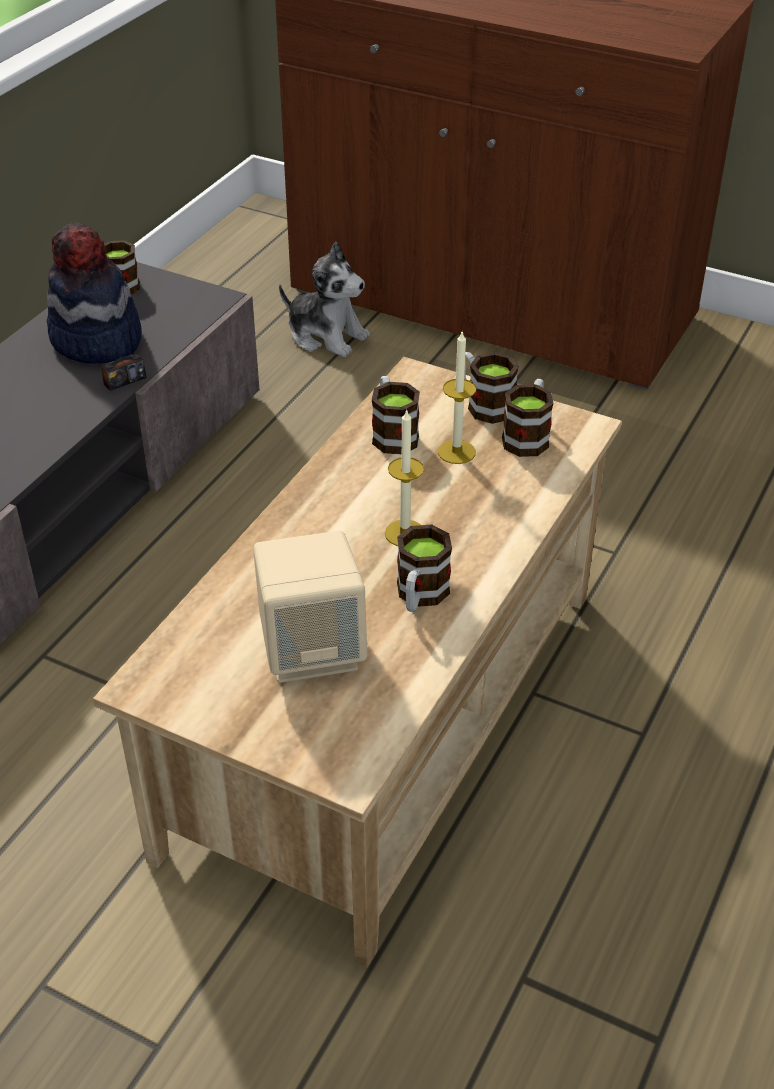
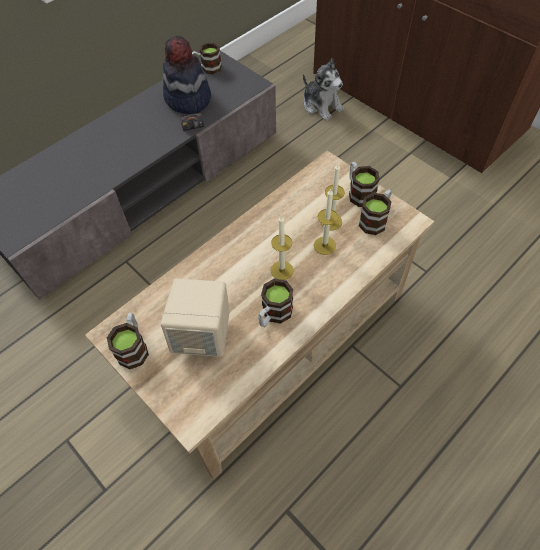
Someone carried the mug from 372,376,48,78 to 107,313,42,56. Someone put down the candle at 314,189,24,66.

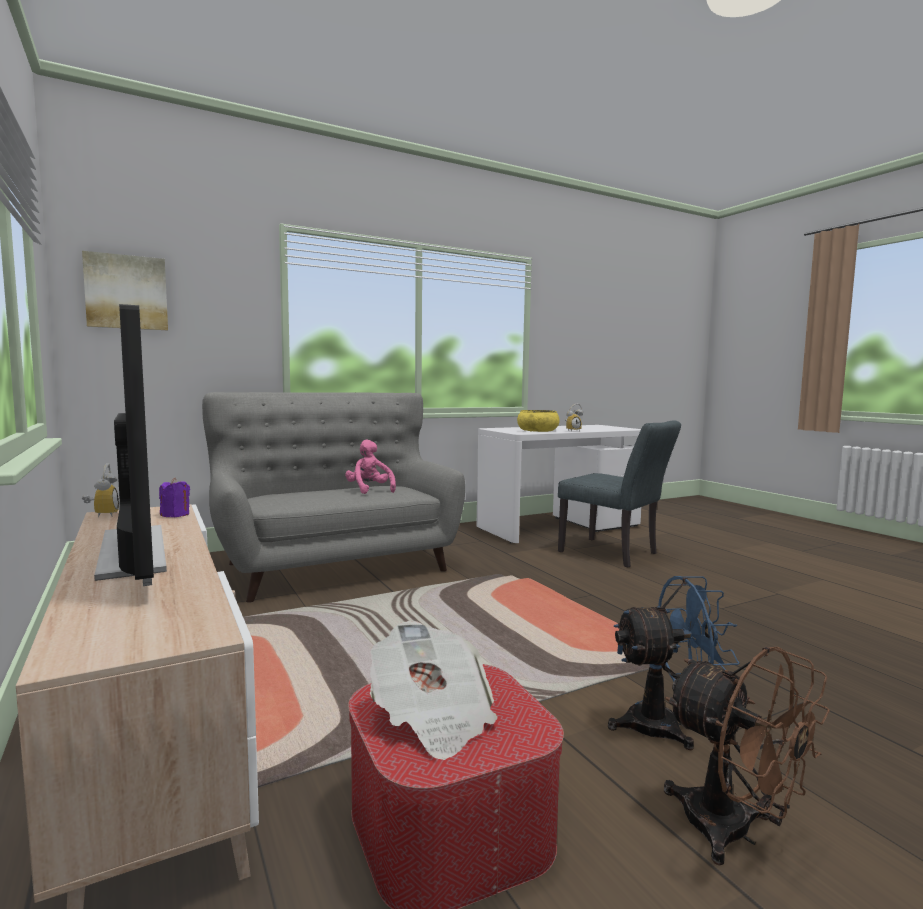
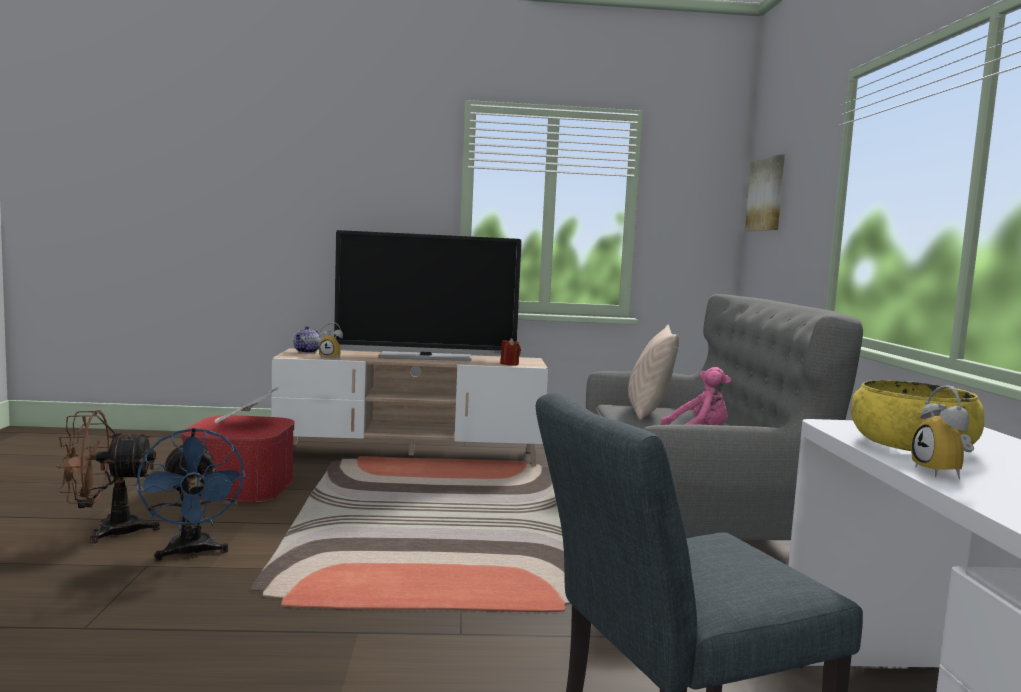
Someone carried the alarm clock from 82,464,37,53 to 319,322,24,37. Someone repainted the candle (purple) at 159,477,31,40, which became the candle (red) at 500,338,21,28. Someone rotated the fan (blue) at 608,576,131,174 by 45 degrees counterclockwise. Someone put down the teapot at 294,326,27,27. Someone put down the pillow (beige) at 628,325,51,95.

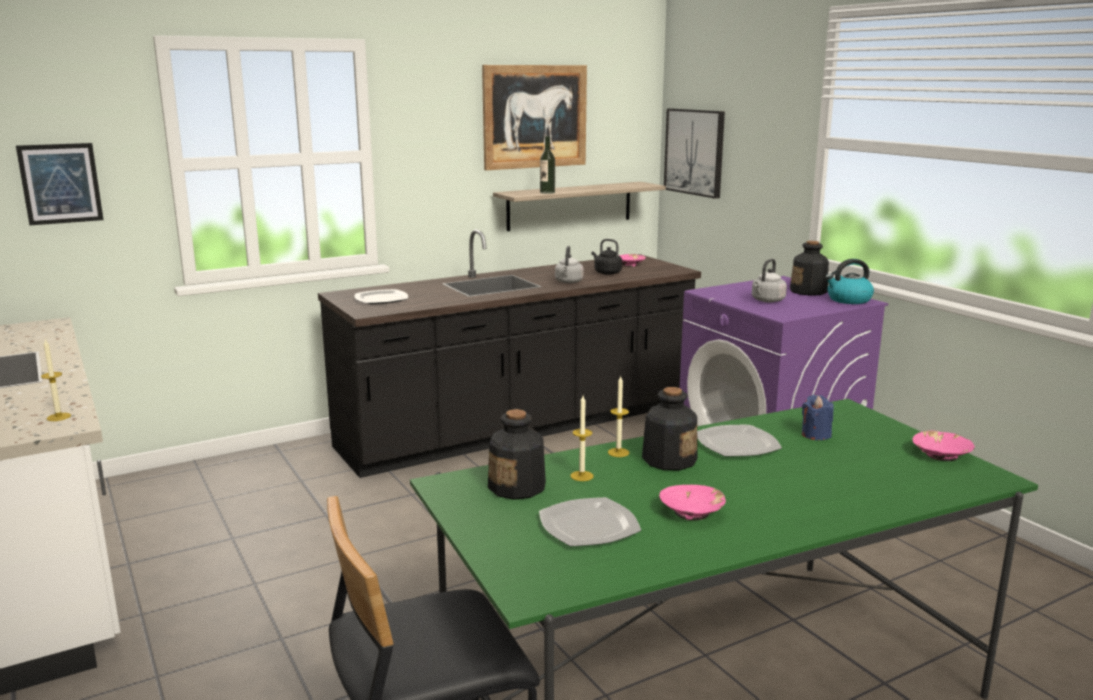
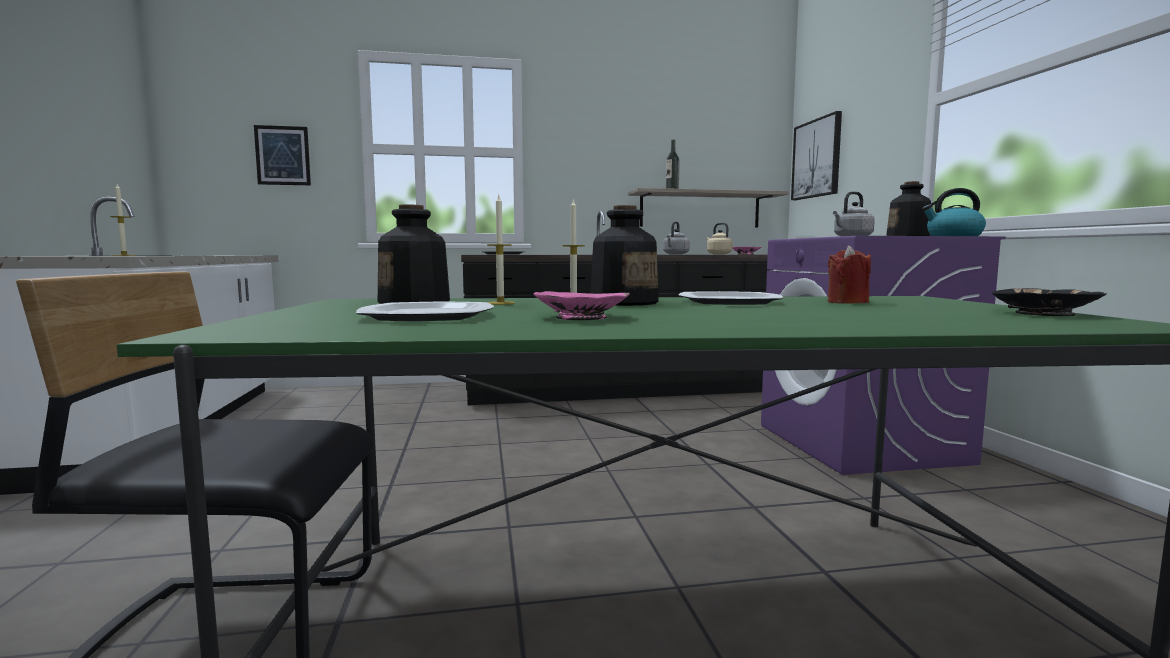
Someone took away the picture at 482,65,105,105. Someone repainted the kettle (black) at 592,239,30,36, which became the kettle (beige) at 707,223,26,31. Someone repainted the candle (blue) at 802,394,32,46, which became the candle (red) at 828,245,43,59. Someone repainted the bowl (pink) at 912,430,63,31, which became the bowl (black) at 992,288,115,28.

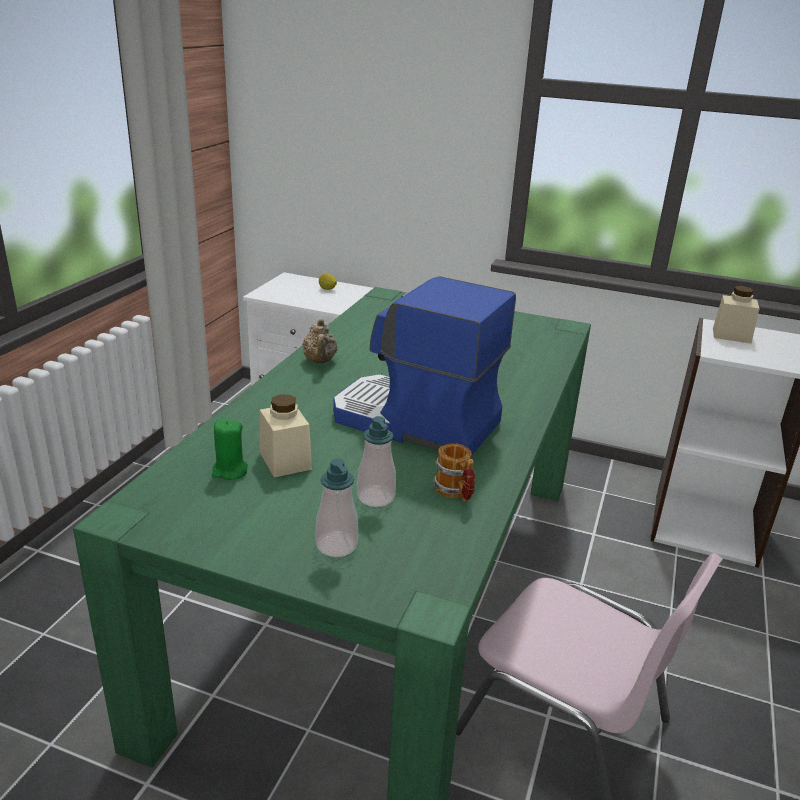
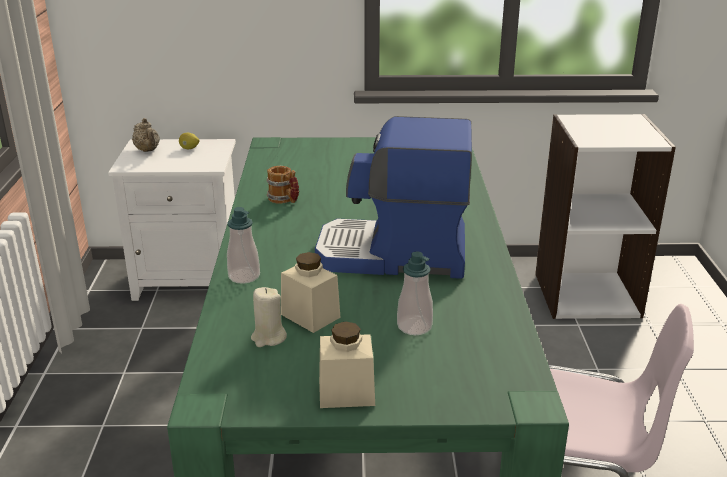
Someone repainted the candle (green) at 212,418,36,62, which became the candle (beige) at 251,287,36,60. Someone carried the teapot (beige) from 302,319,36,44 to 132,118,28,34. Someone carried the soap dispenser from 315,458,43,99 to 227,207,33,77. Someone carried the mug from 433,443,42,59 to 267,166,32,37. Someone carried the jar (beige) from 713,286,47,58 to 319,321,56,87.

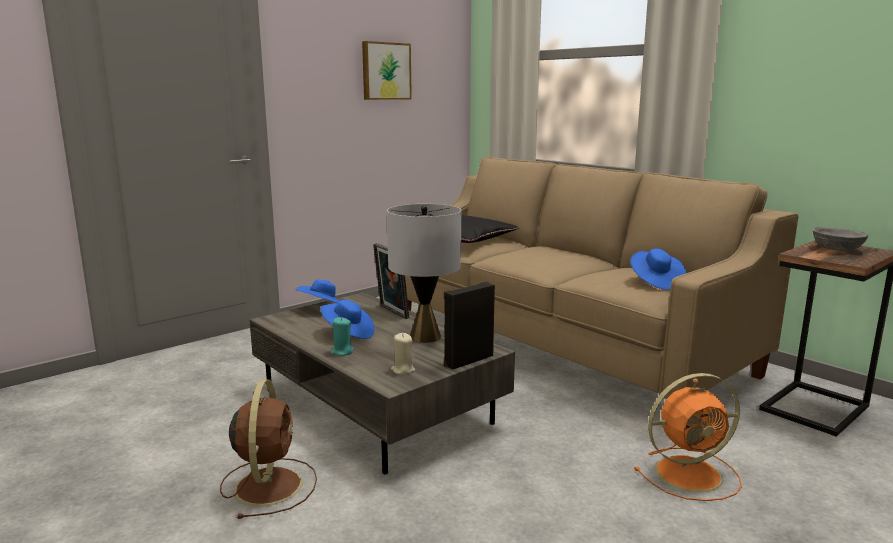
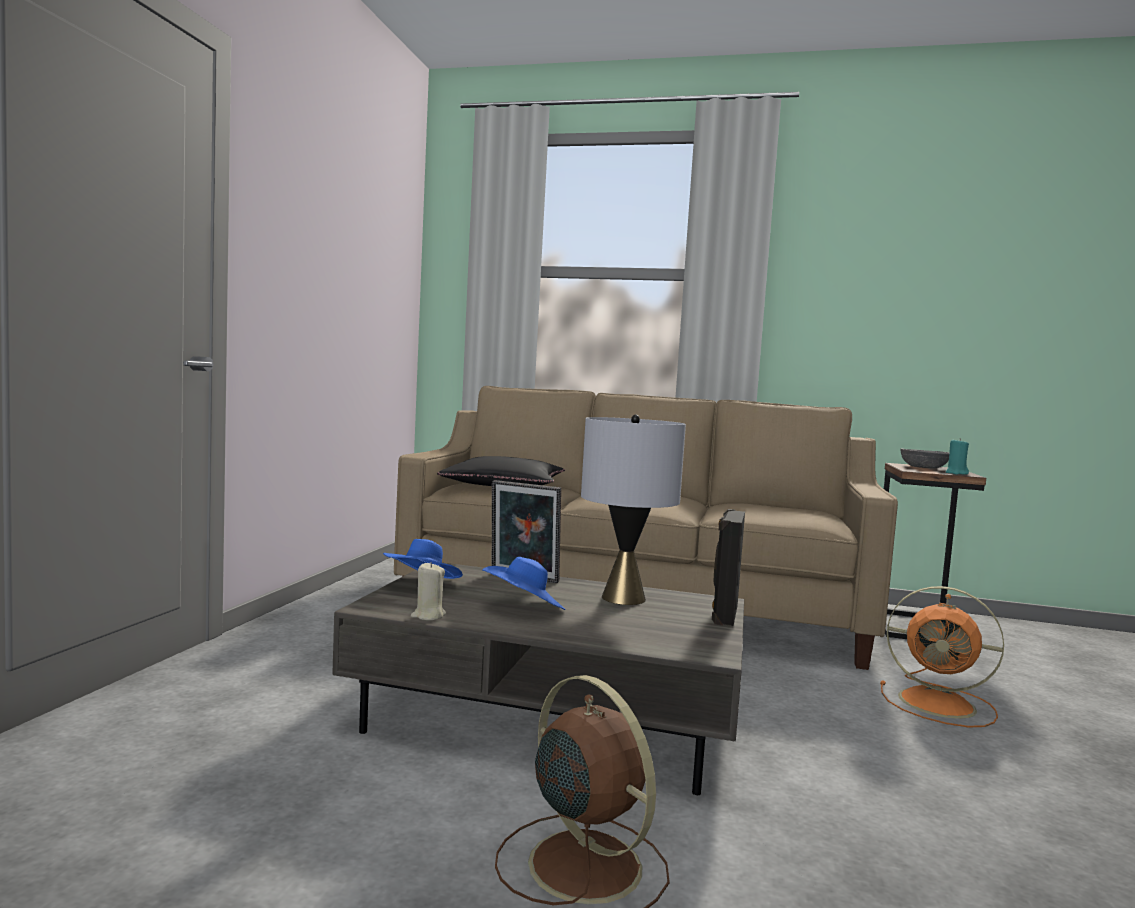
Someone carried the candle (turquoise) from 331,317,23,39 to 946,438,23,37. Someone took away the picture at 362,41,50,59. Someone carried the candle (beige) from 391,333,24,42 to 411,562,35,58. Someone took away the hat (blue) at 630,248,56,42. Someone rotated the fan (orange) at 634,373,108,128 by 75 degrees clockwise.

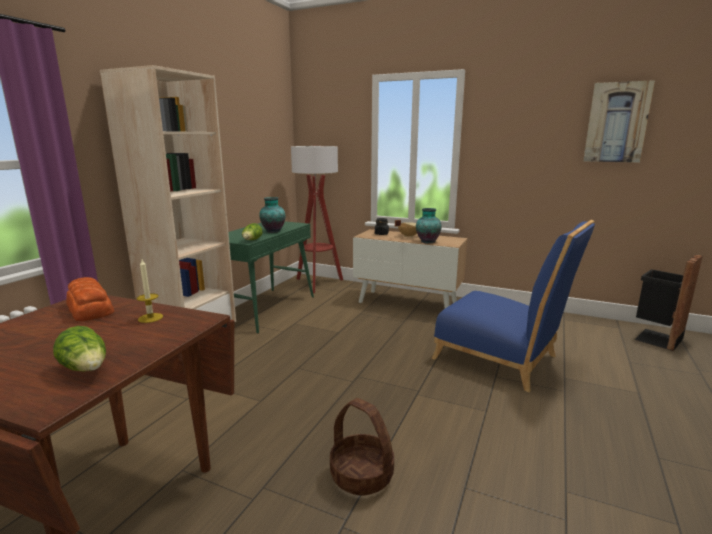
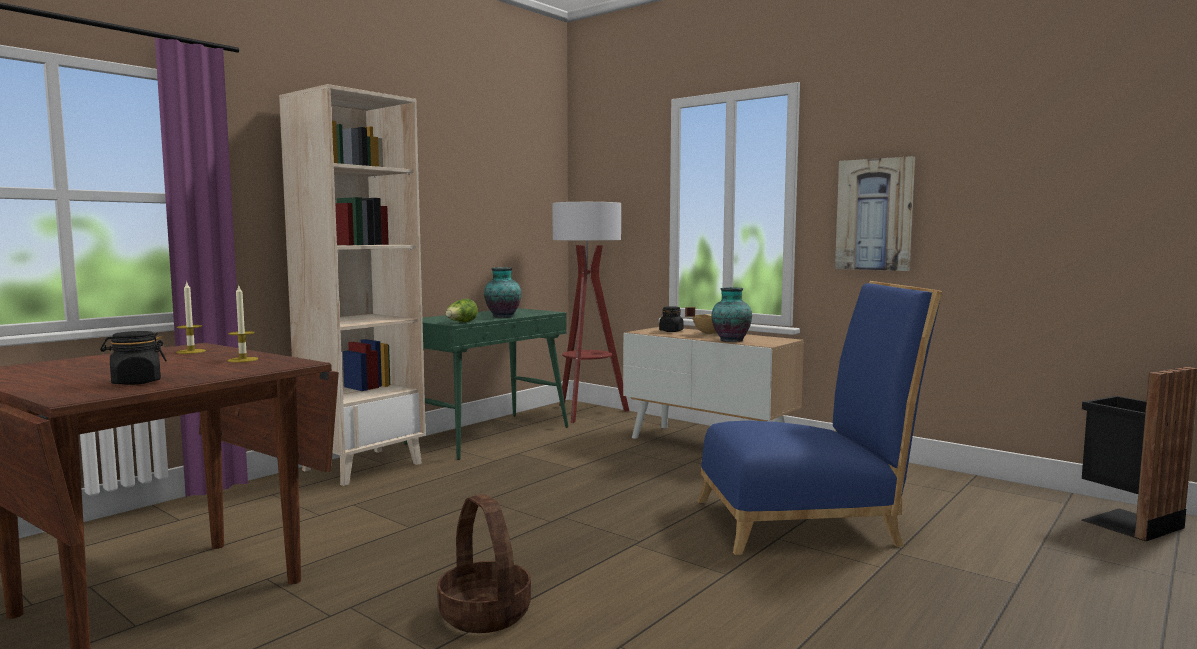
Someone swapped the lettuce at 53,326,53,45 for the jar (black) at 100,331,67,54. Someone swapped the bread at 66,277,48,44 for the candle at 176,282,30,72. Someone rotated the chair (blue) at 431,220,164,172 by 60 degrees counterclockwise. Someone carried the picture from 583,80,72,83 to 835,156,80,115.

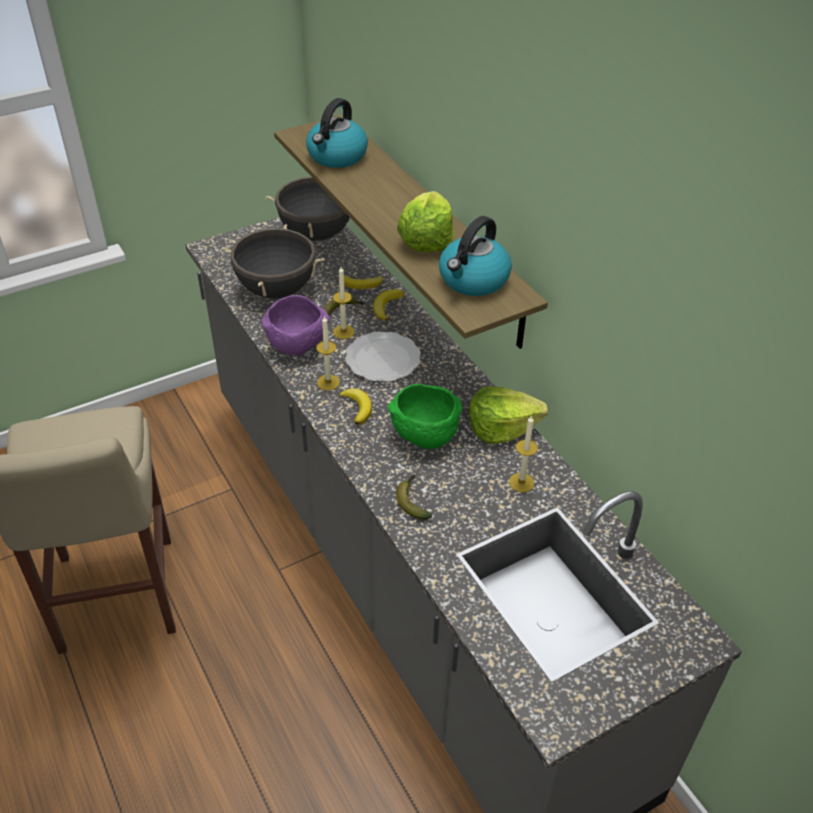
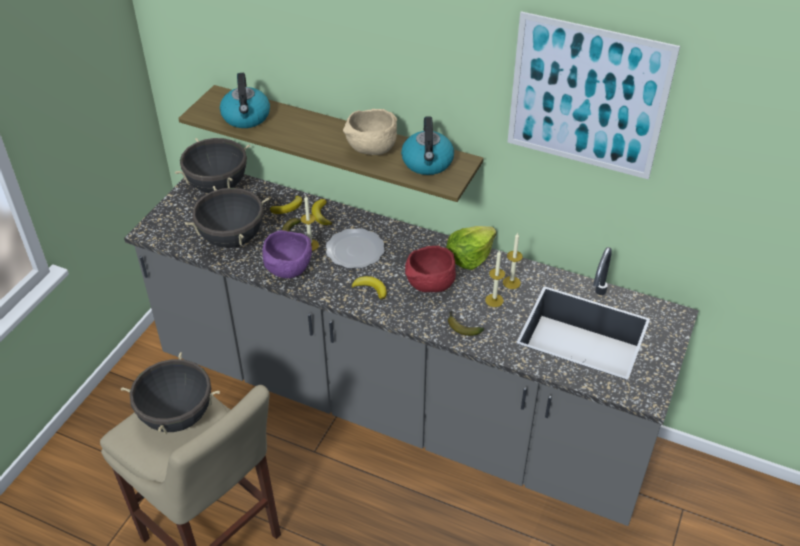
Someone carried the candle from 316,315,24,75 to 485,250,20,57. Someone repainted the bowl (green) at 388,384,75,65, which became the bowl (red) at 405,246,51,46. Someone swapped the lettuce at 397,191,57,61 for the bowl (beige) at 343,109,54,46. Someone put down the cooking pot (black) at 121,352,99,82. Someone put up the picture at 507,11,173,169.

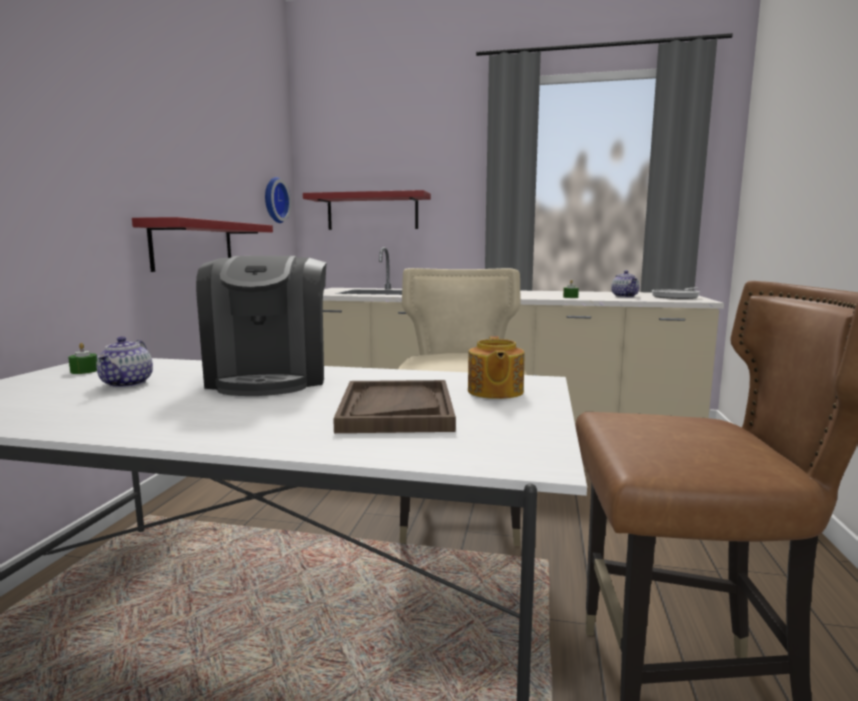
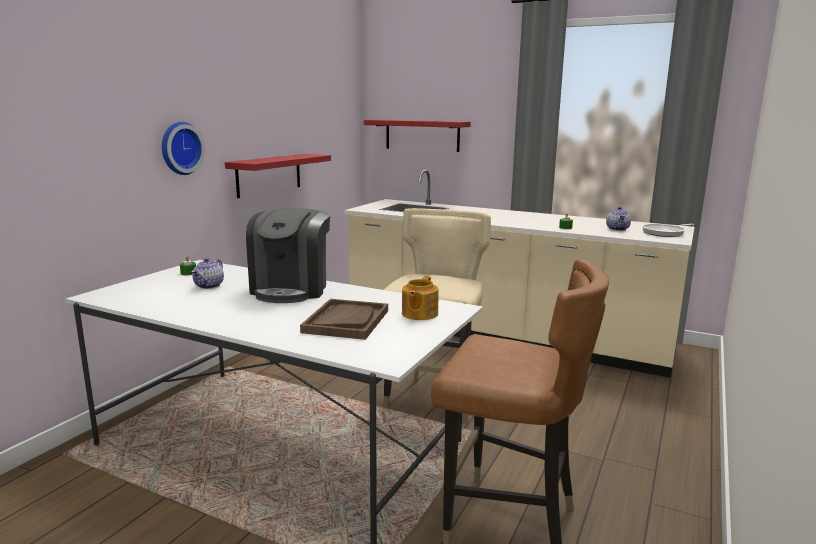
Someone carried the wall clock from 265,177,26,46 to 162,122,43,53.

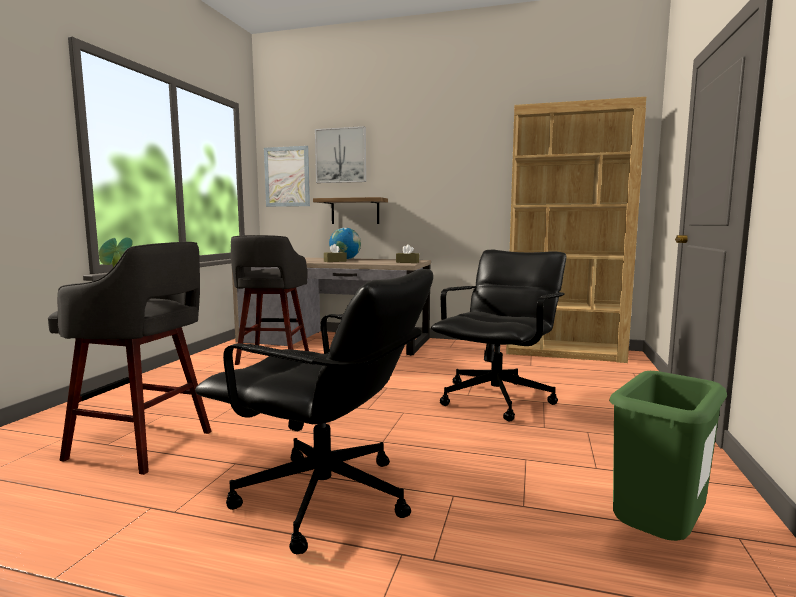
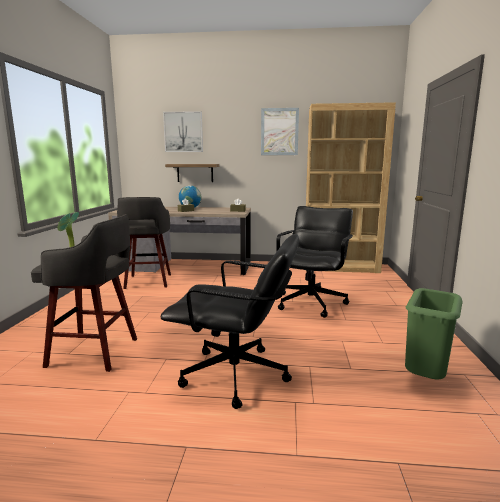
Someone carried the picture from 264,146,46,61 to 261,108,38,47.

